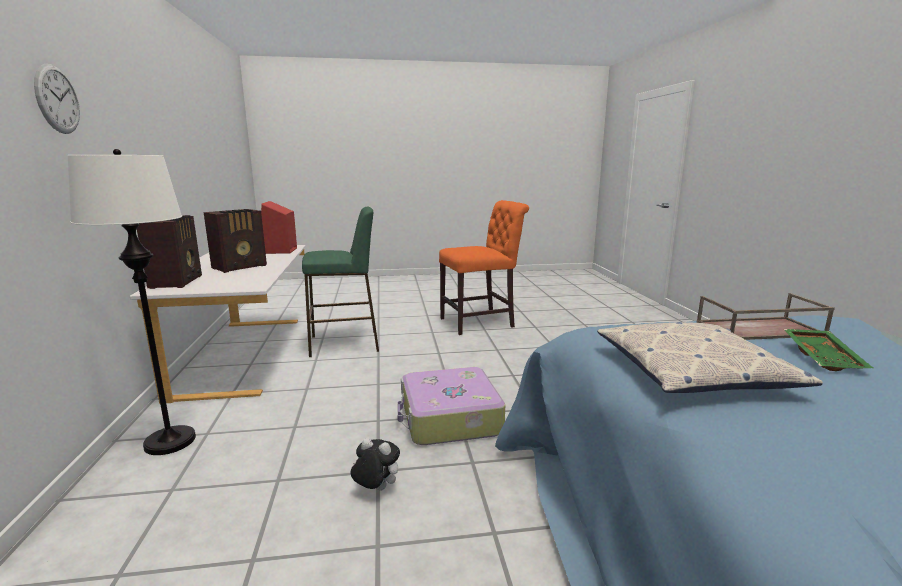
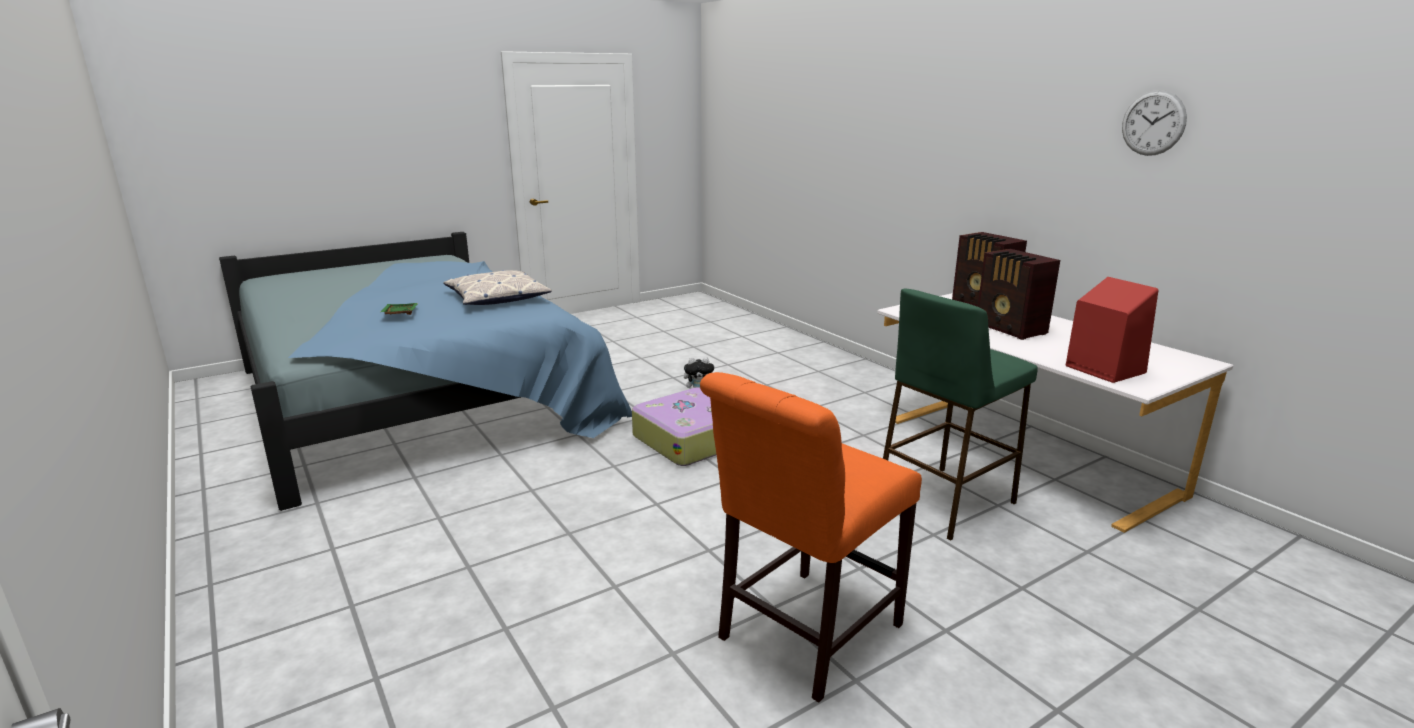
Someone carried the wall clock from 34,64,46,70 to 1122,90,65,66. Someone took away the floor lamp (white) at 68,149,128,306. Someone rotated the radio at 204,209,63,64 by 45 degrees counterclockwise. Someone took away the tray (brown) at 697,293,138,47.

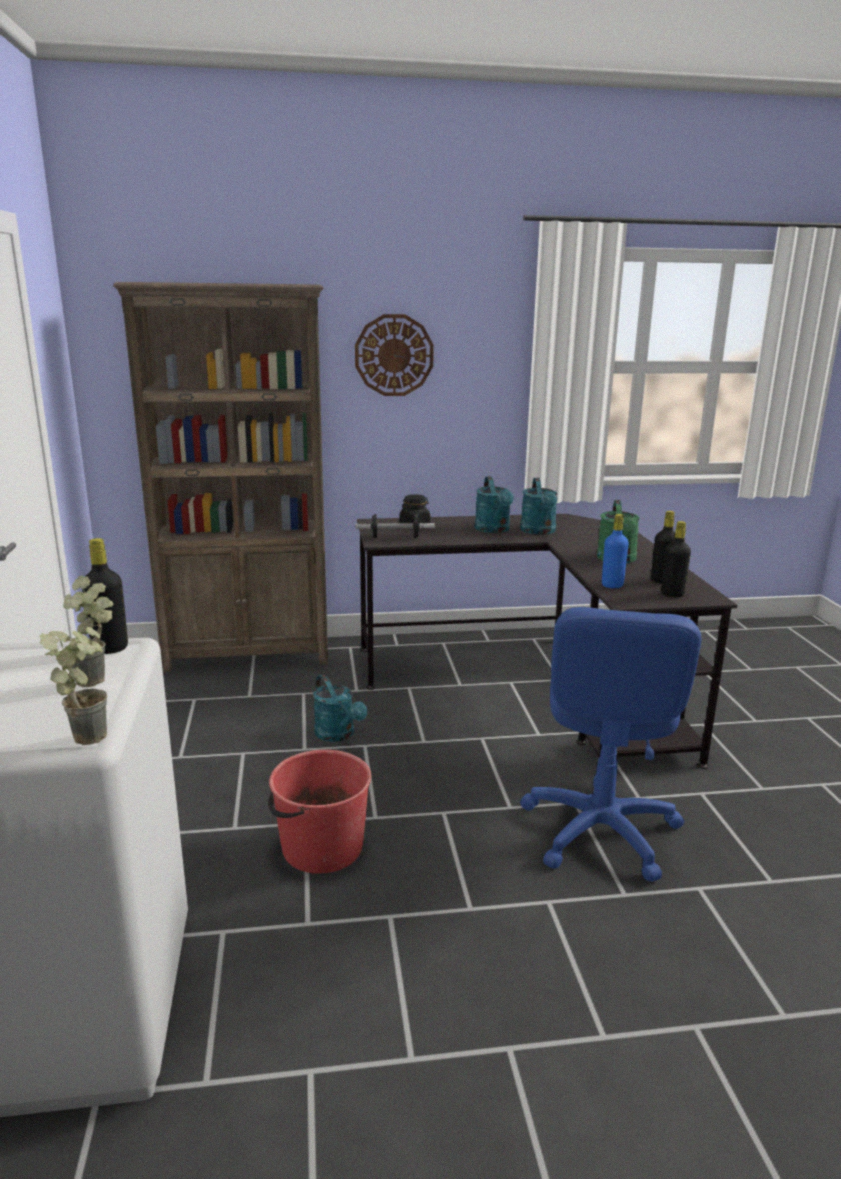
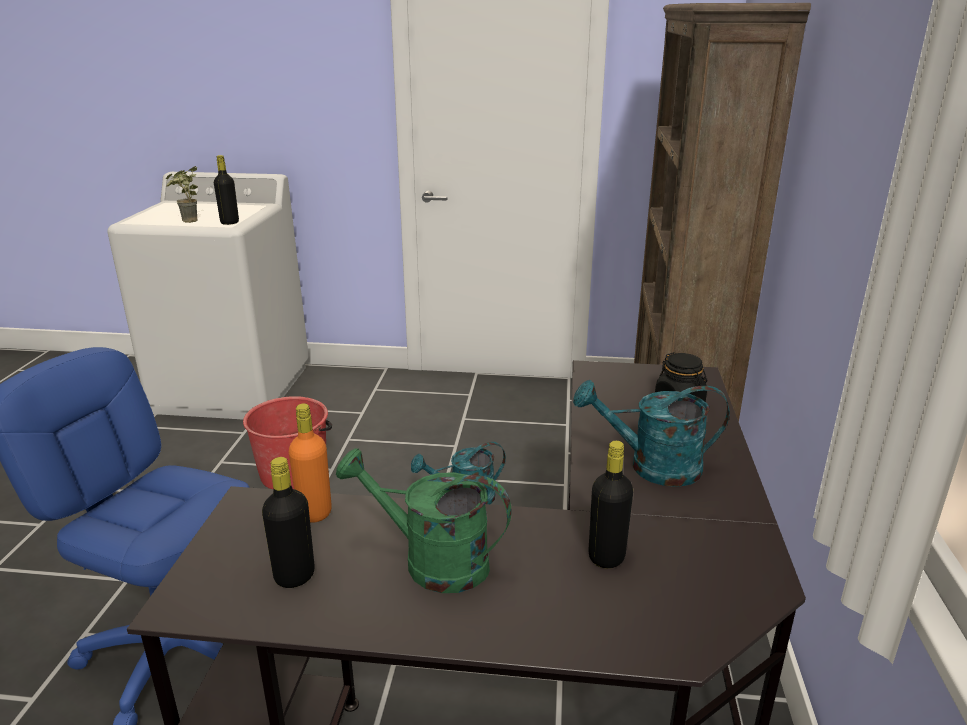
Someone took away the potted plant at 40,627,67,118. Someone took away the wall clock at 355,314,79,82. Someone took away the dumbbell at 355,514,80,24. Someone took away the watering can (turquoise) at 520,478,37,57. Someone repainted the bottle (blue) at 602,514,27,74, which became the bottle (orange) at 289,403,43,120. Someone carried the bottle (black) from 661,521,30,76 to 588,441,45,127.

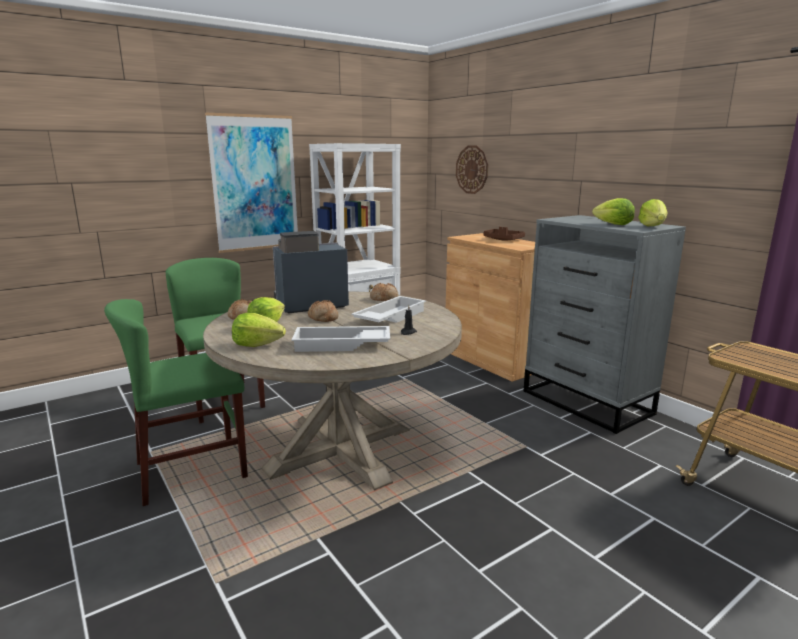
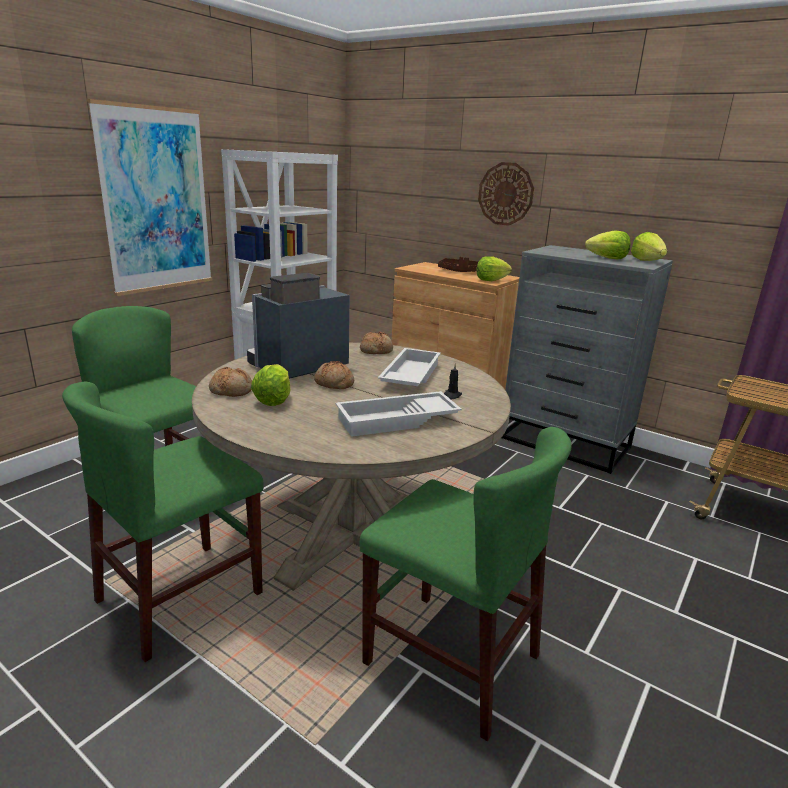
Someone carried the lettuce from 232,313,54,34 to 477,256,35,25. Someone carried the wall clock from 456,145,32,49 to 478,162,56,64. Someone put down the chair (green) at 359,427,213,314.

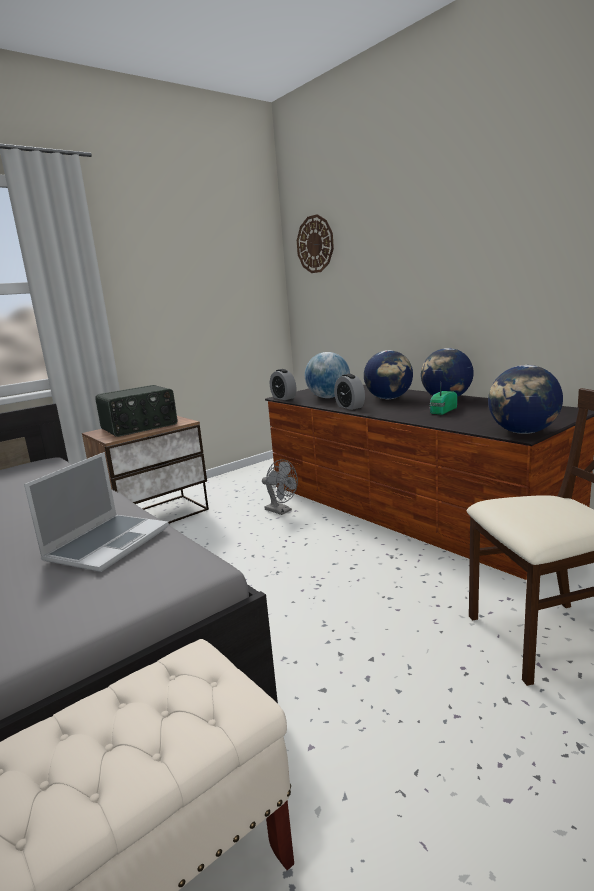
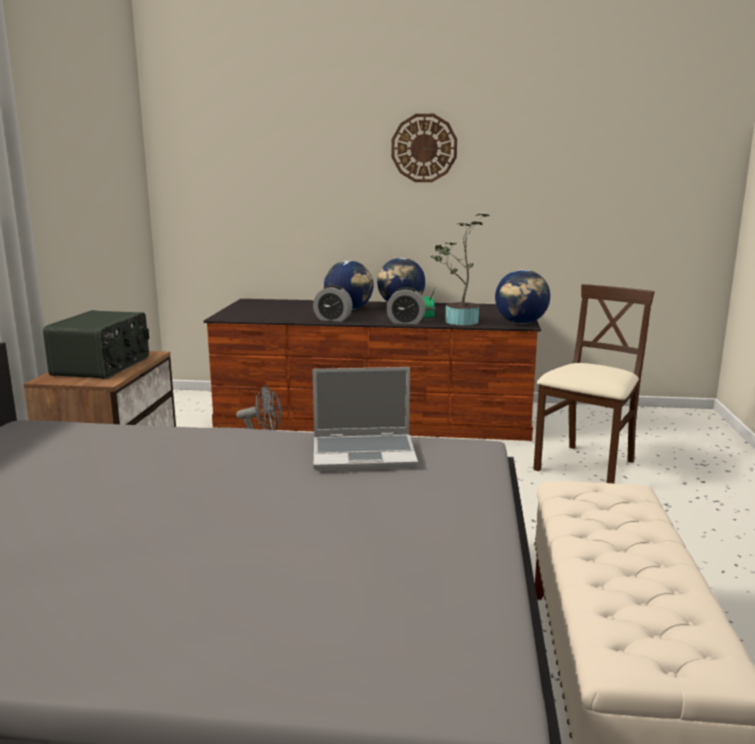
Someone rotated the laptop at 24,452,145,120 by 105 degrees clockwise. Someone carried the alarm clock from 270,369,26,31 to 386,287,40,37. Someone carried the wall clock from 297,214,37,59 to 392,114,65,68. Someone took away the globe at 305,352,45,46. Someone put down the potted plant at 431,214,59,111.

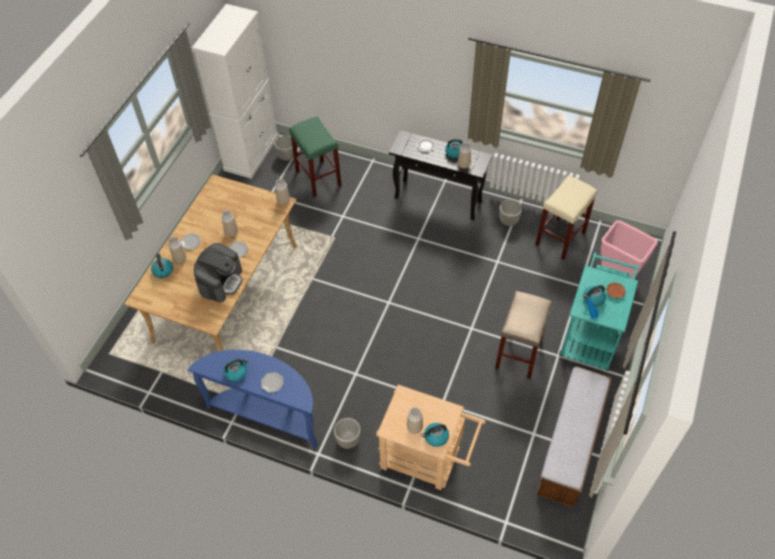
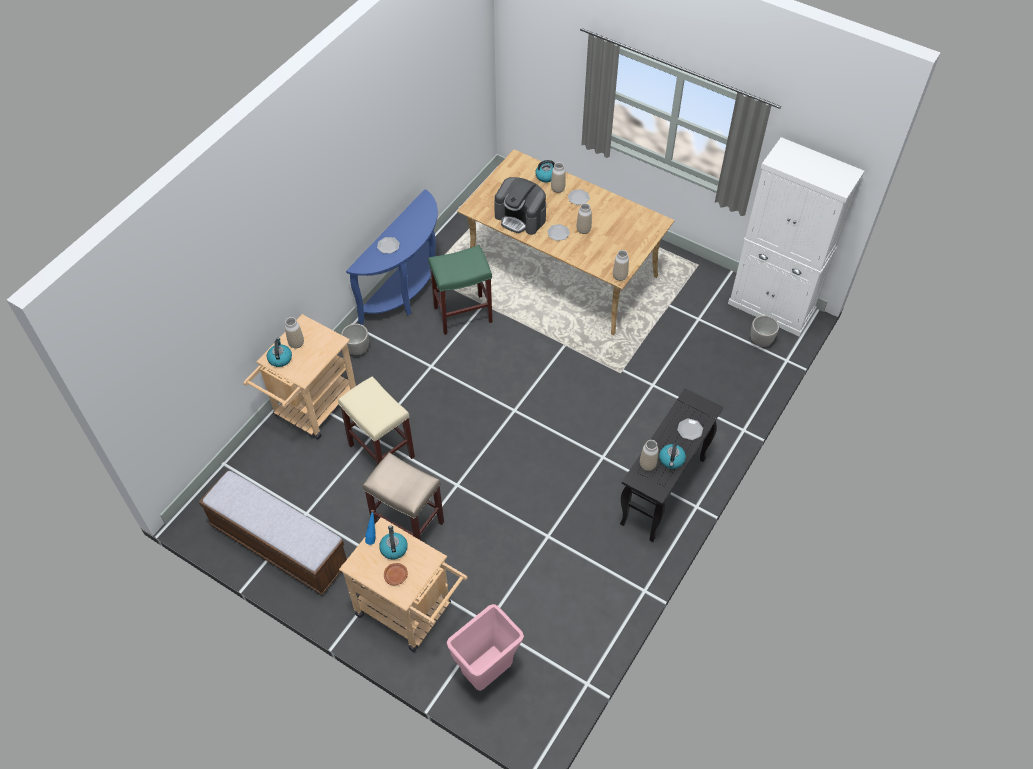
Someone took away the kettle at 223,358,25,24. Someone carried the stool (green) from 289,116,53,82 to 428,245,64,90. Someone took away the planter at 499,200,23,26. Someone carried the stool (beige) from 535,175,63,85 to 338,376,77,89. Someone repainted the cart (turquoise) at 559,252,80,119, which became the cart (beige) at 339,517,129,135.

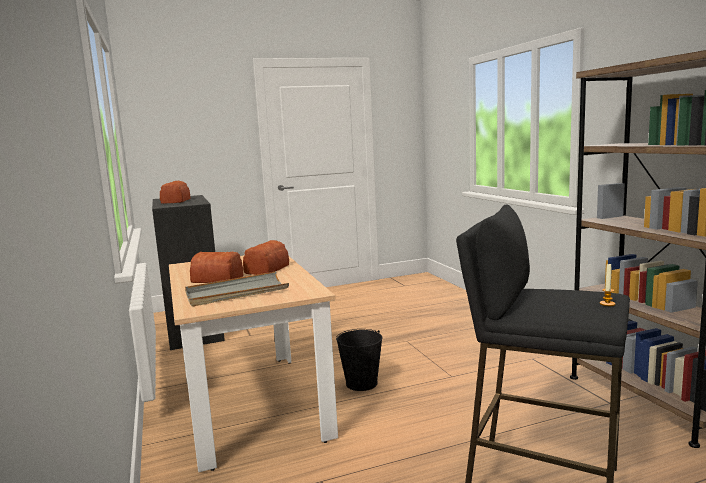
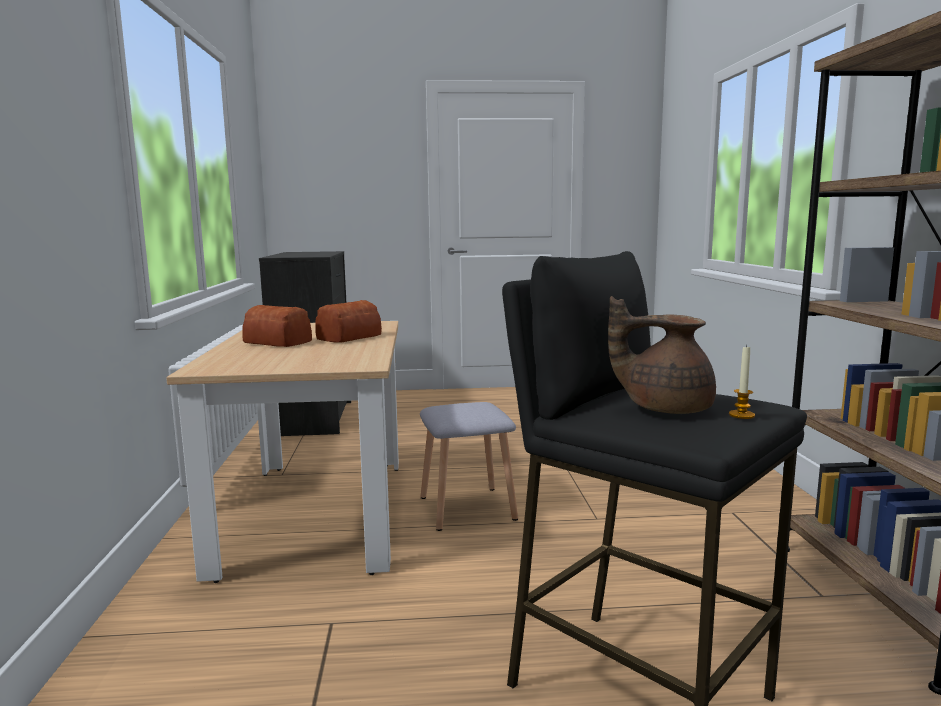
Someone took away the bread at 160,181,31,23. Someone took away the tray (grey) at 185,271,104,35. Someone swapped the bucket (black) at 336,329,46,62 for the stool (grey) at 420,402,98,129. Someone put down the teapot (brown) at 608,296,108,118.

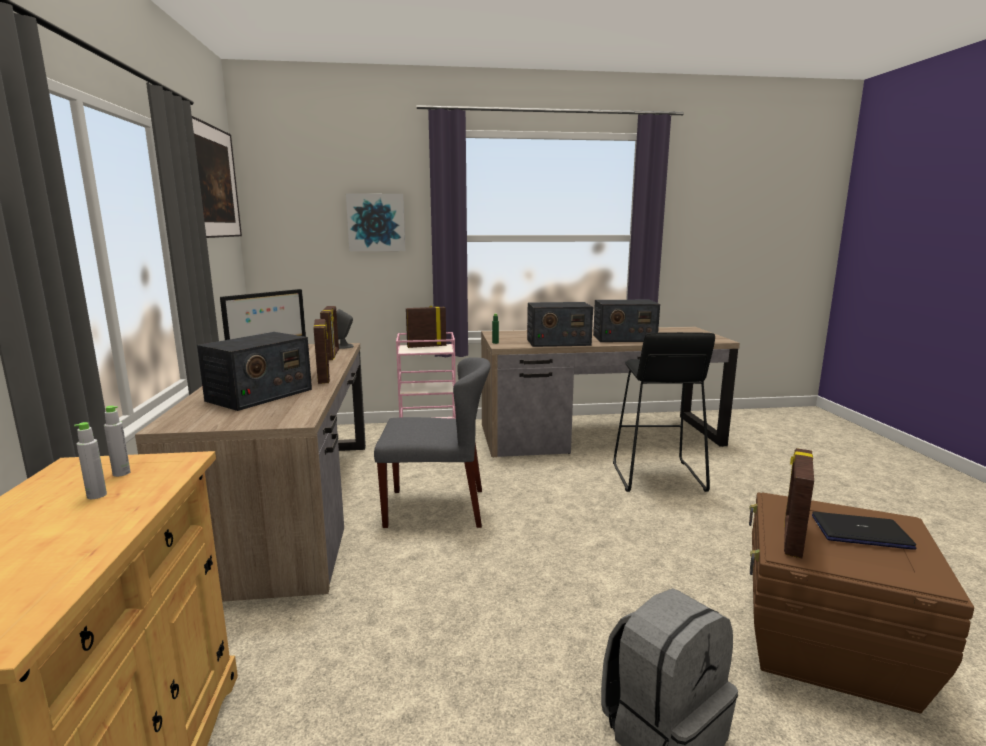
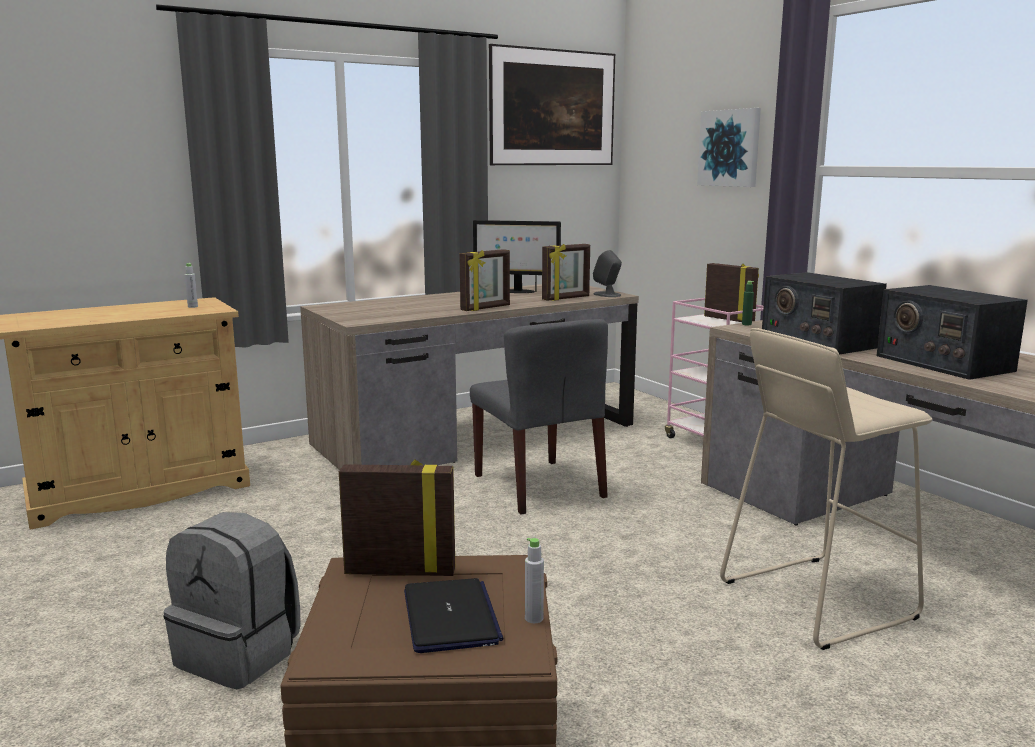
Someone carried the bottle (grey) from 74,422,33,77 to 525,538,19,85. Someone took away the radio at 197,332,115,79. Someone repainted the stool (black) at 613,332,102,160, which became the stool (beige) at 720,328,213,322.

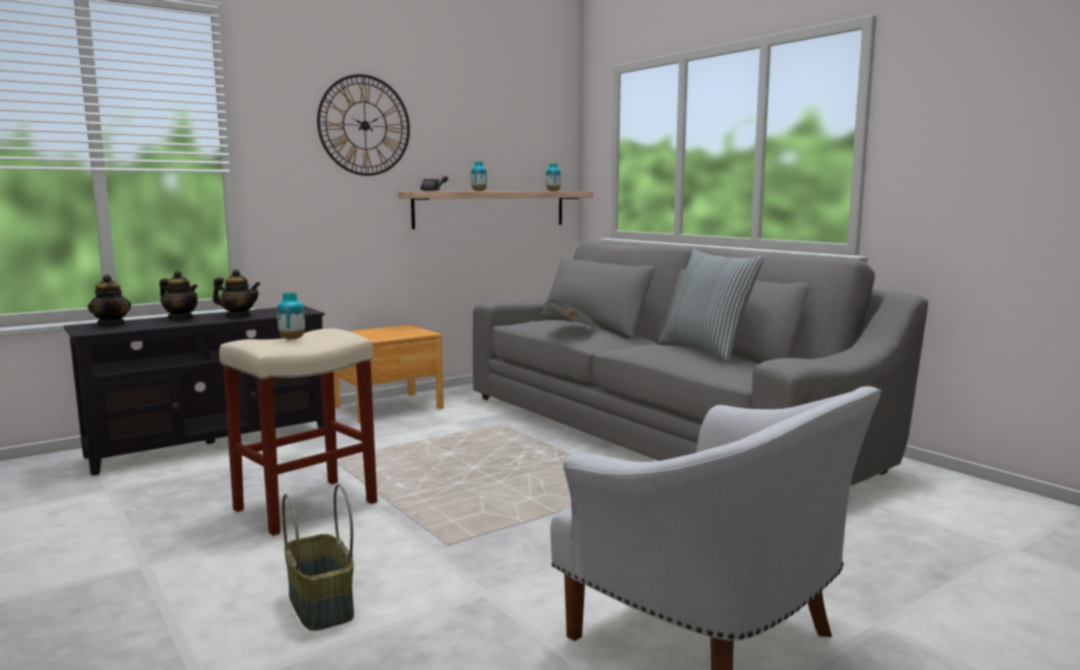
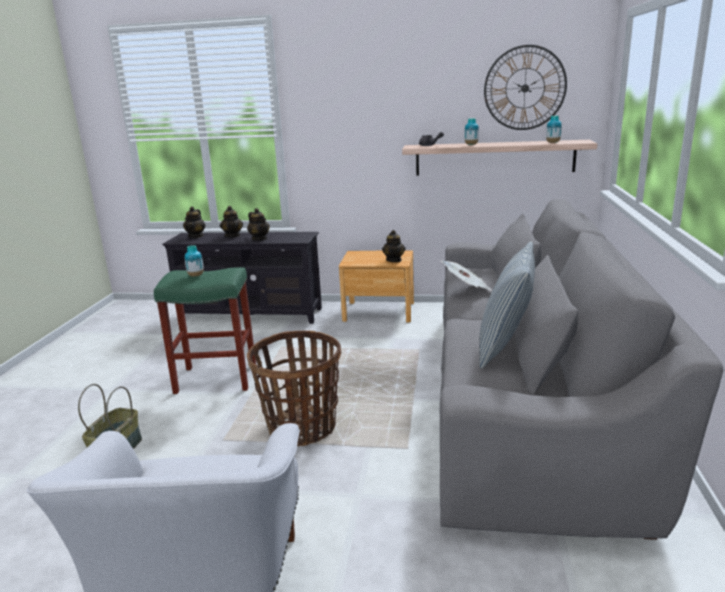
Someone repainted the stool (beige) at 219,328,158,208, which became the stool (green) at 154,267,102,127. Someone carried the wall clock from 317,74,93,102 to 484,45,83,85. Someone put down the basket at 247,331,94,115. Someone put down the teapot at 382,230,23,32.

